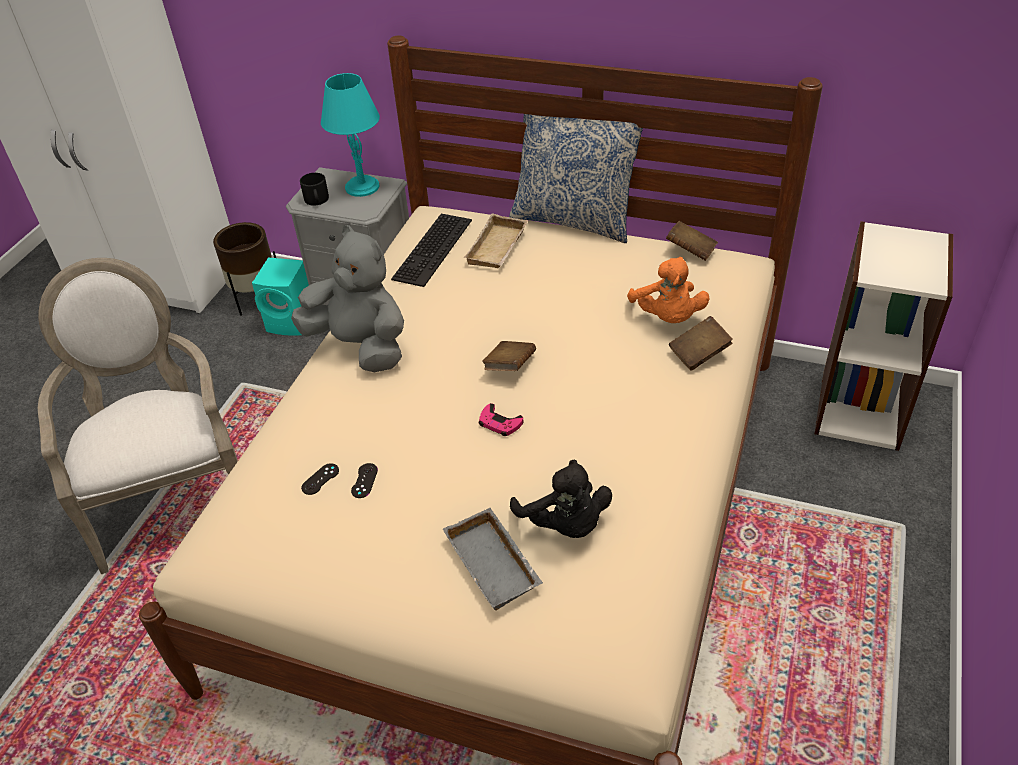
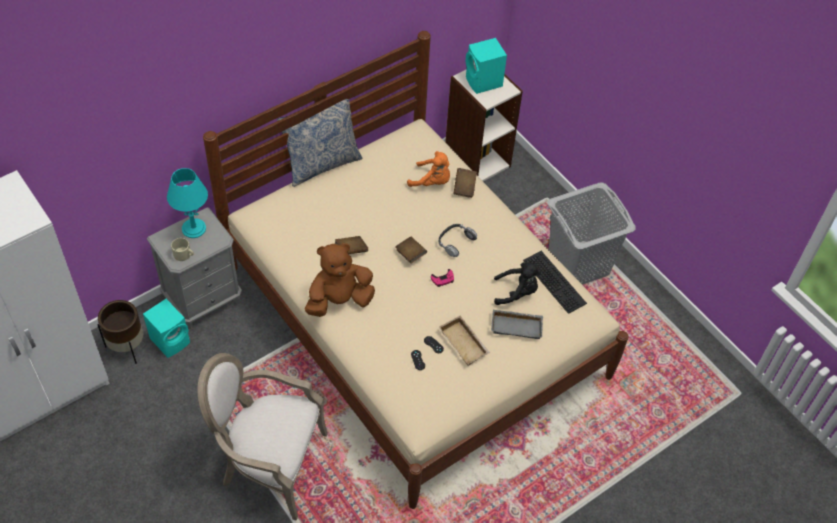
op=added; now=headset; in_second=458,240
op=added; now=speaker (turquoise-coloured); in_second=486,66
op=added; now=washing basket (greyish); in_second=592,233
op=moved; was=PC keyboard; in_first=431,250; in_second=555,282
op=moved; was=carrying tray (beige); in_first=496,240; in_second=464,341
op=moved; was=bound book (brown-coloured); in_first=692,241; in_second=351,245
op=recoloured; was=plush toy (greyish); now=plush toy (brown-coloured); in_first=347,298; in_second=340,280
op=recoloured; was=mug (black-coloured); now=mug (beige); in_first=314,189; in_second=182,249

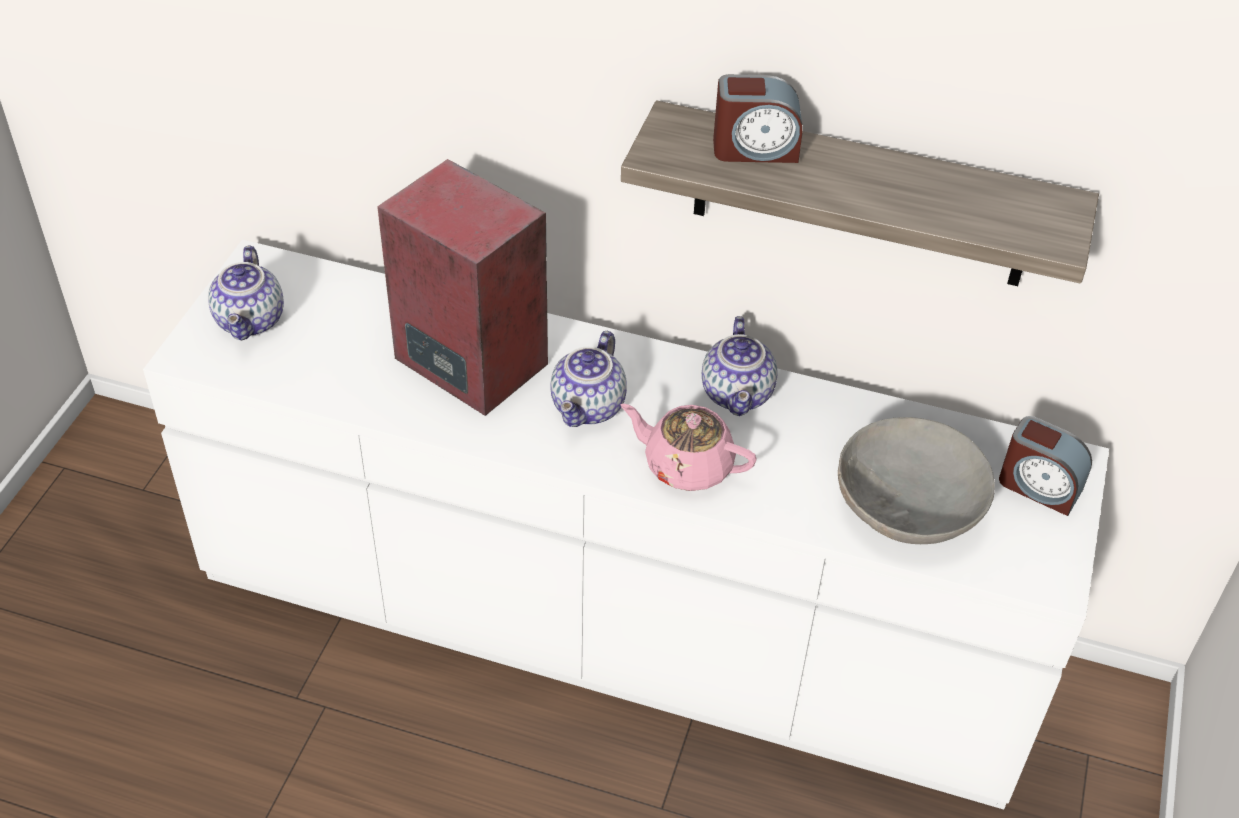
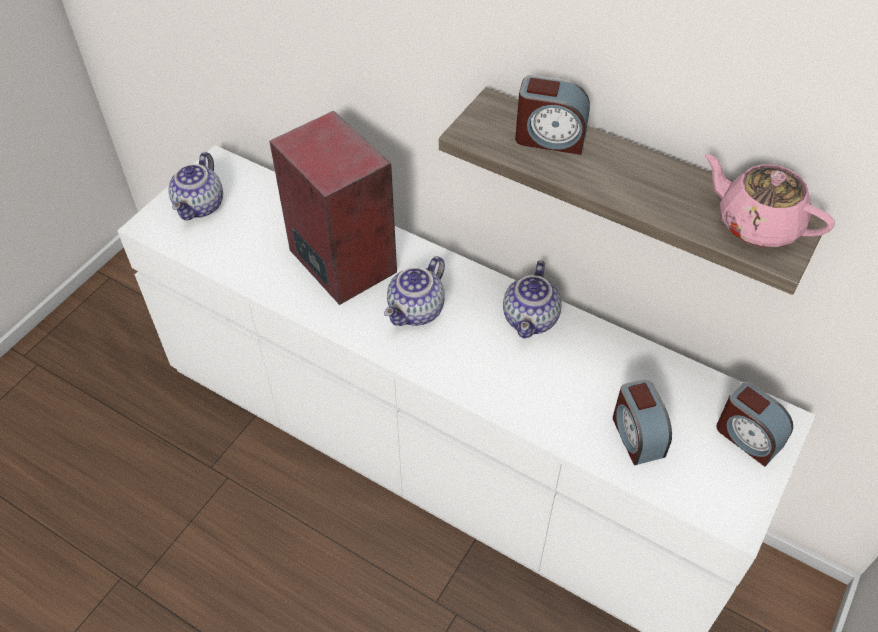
op=moved; was=teapot (pinkish); in_first=688,447; in_second=769,200
op=replaced; was=deep dish (greyish); now=table clock; in_first=916,480; in_second=642,422

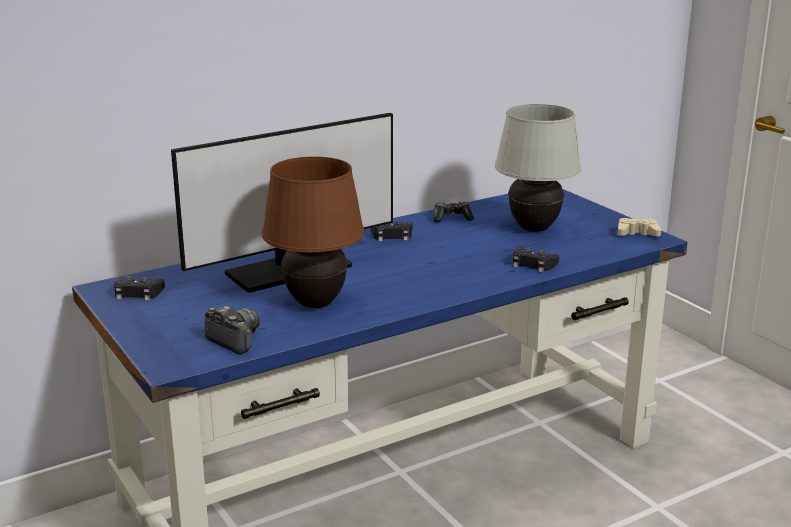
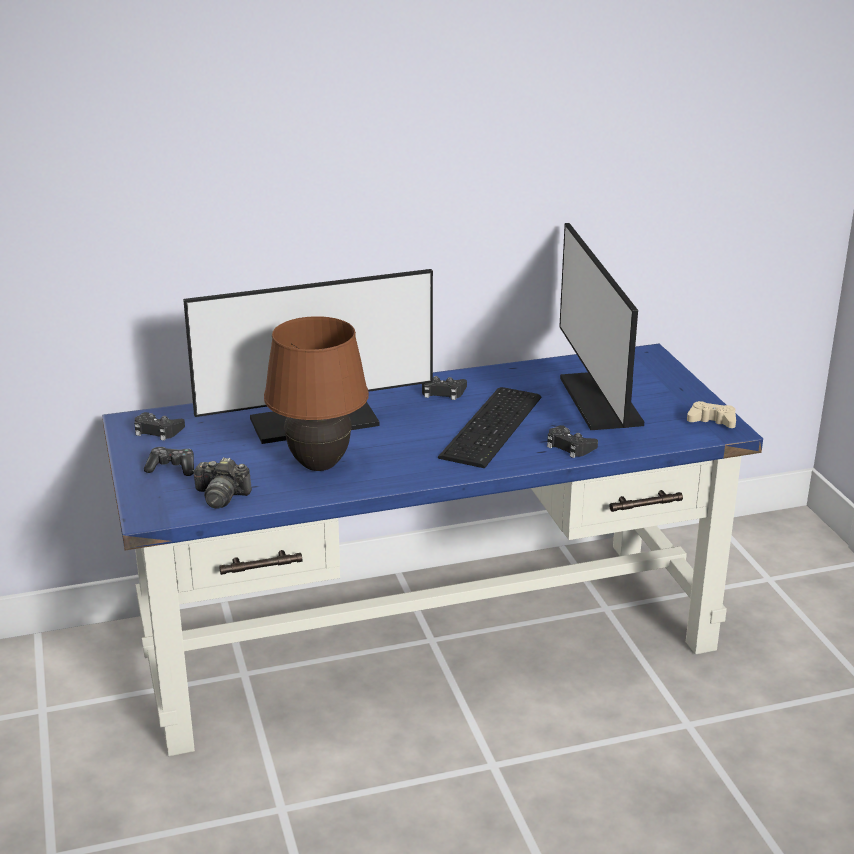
op=added; now=PC keyboard; in_second=489,427
op=moved; was=joypad; in_first=453,212; in_second=169,461
op=replaced; was=table lamp (whitish); now=computer display; in_first=538,168; in_second=601,326
op=turned; was=photo camera; in_first=232,330; in_second=222,482; clockwise=135

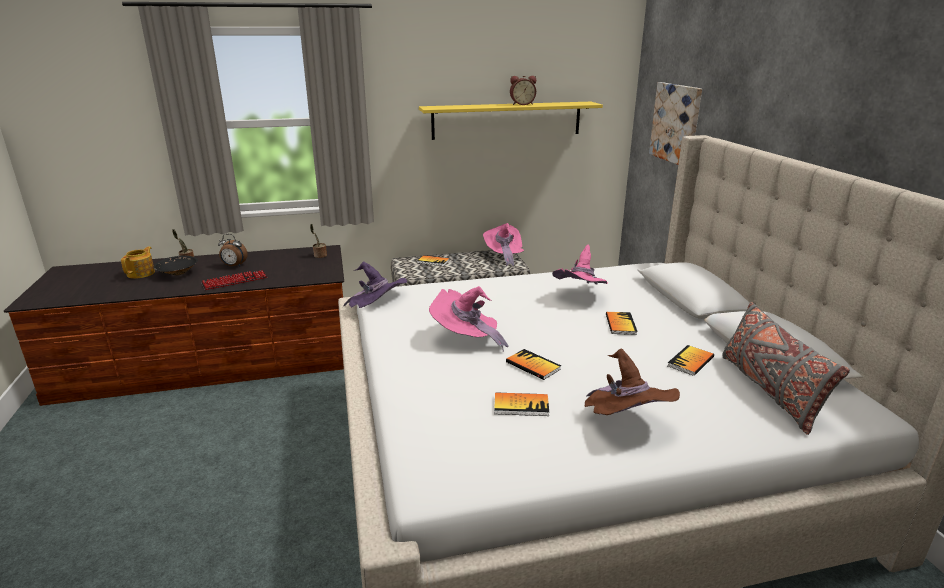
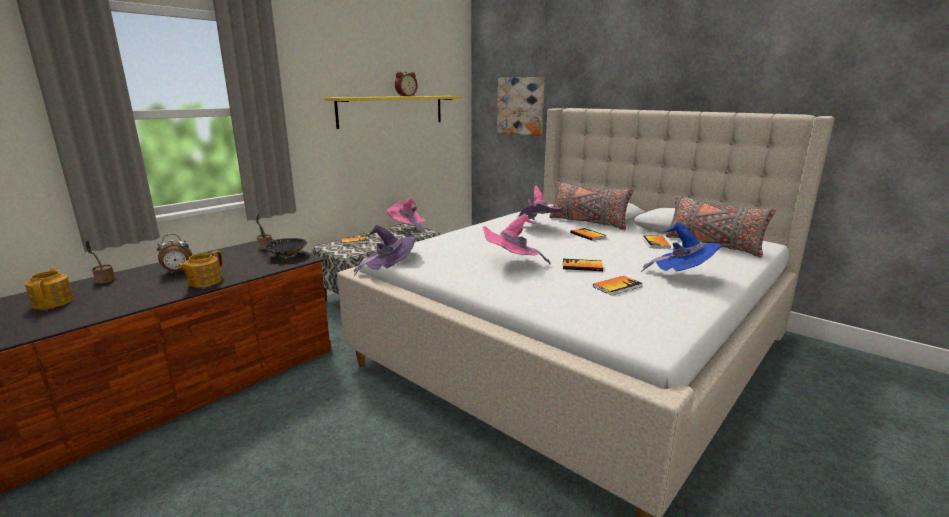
op=added; now=cushion (greyish); in_second=591,206
op=moved; was=deep dish (black-coloured); in_first=175,266; in_second=285,247
op=replaced; was=PC keyboard; now=teapot; in_first=234,280; in_second=200,269
op=recoloured; was=wearable hat (brown-coloured); now=wearable hat (blue); in_first=632,382; in_second=682,247

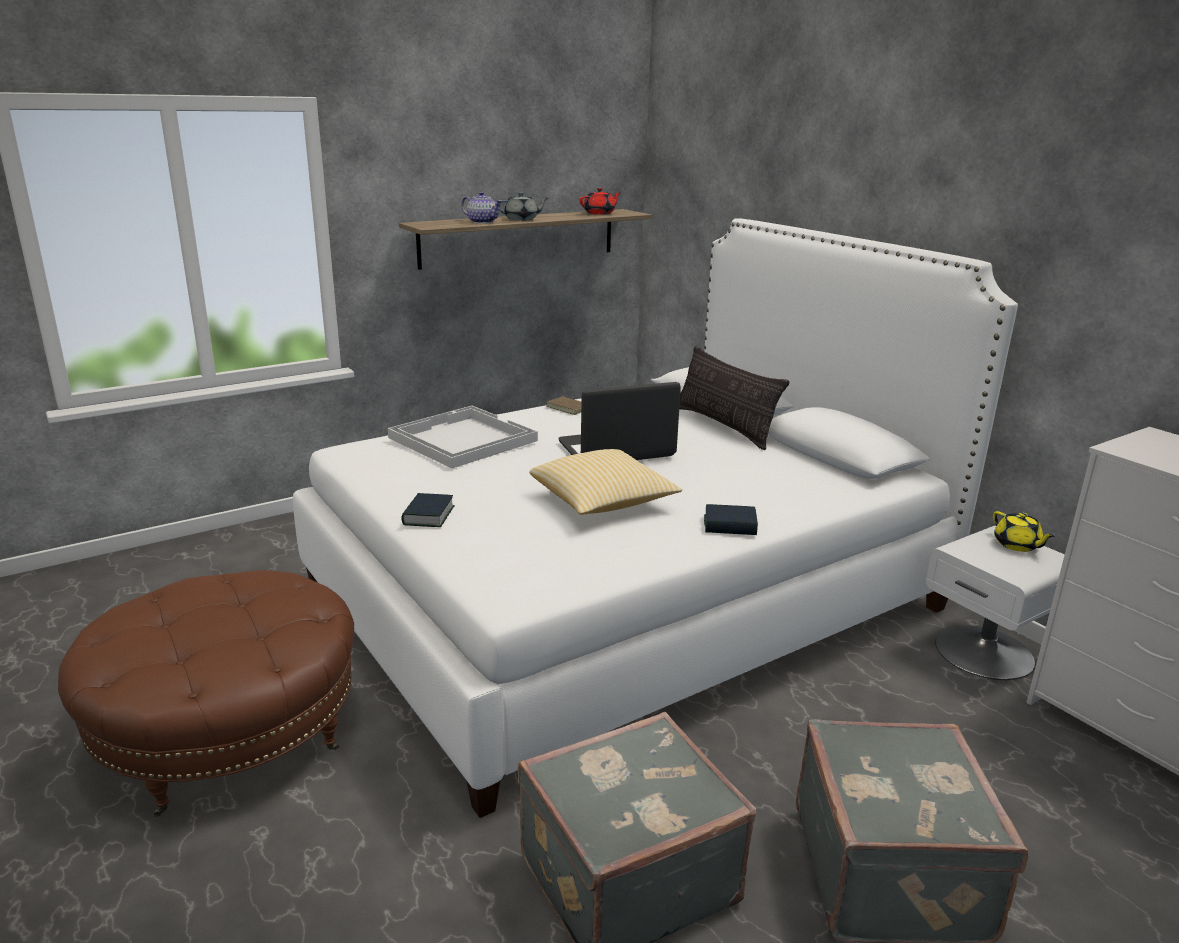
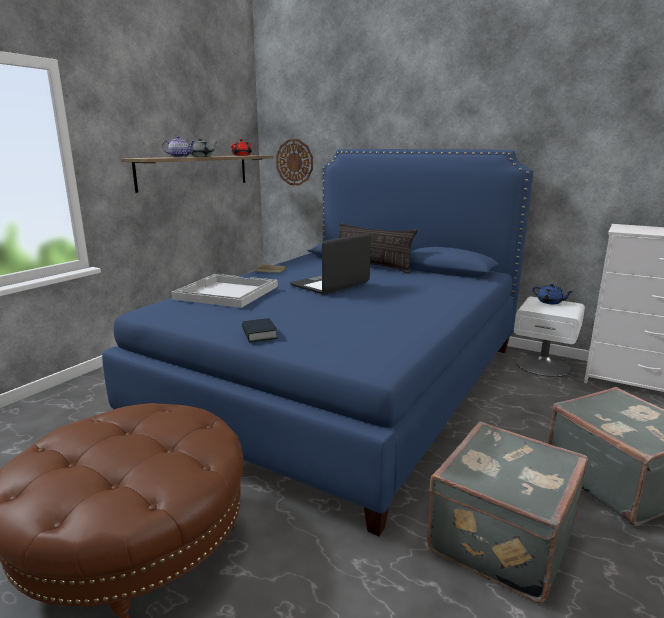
op=removed; was=cushion; in_first=606,482
op=removed; was=bound book; in_first=731,519
op=added; now=wall clock; in_second=294,162
op=recoloured; was=sleeping bed (whitish); now=sleeping bed (blue); in_first=655,518; in_second=317,342
op=recoloured; was=teapot (yellowish); now=teapot (blue); in_first=1024,531; in_second=553,294

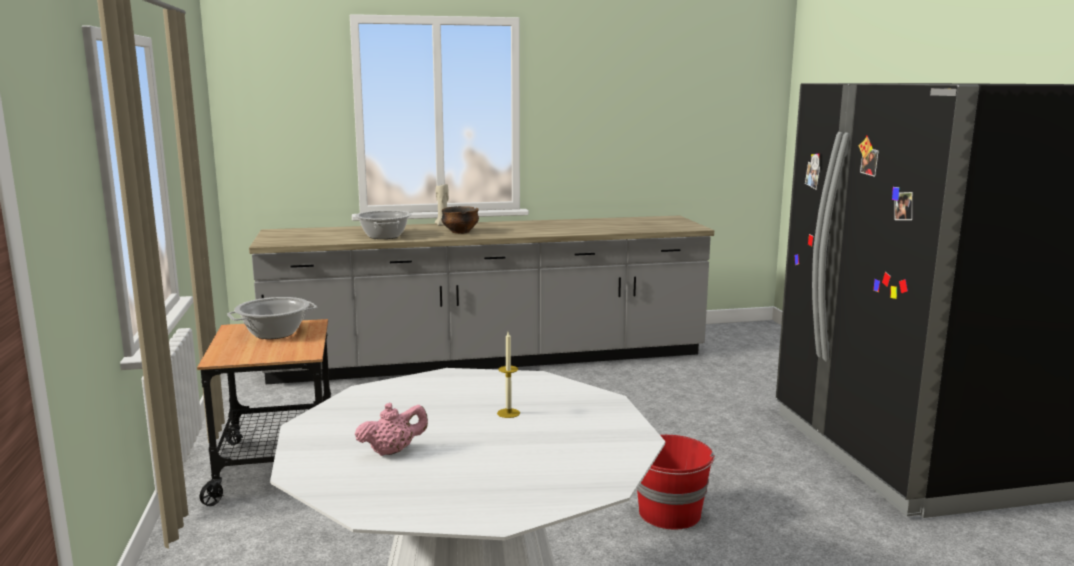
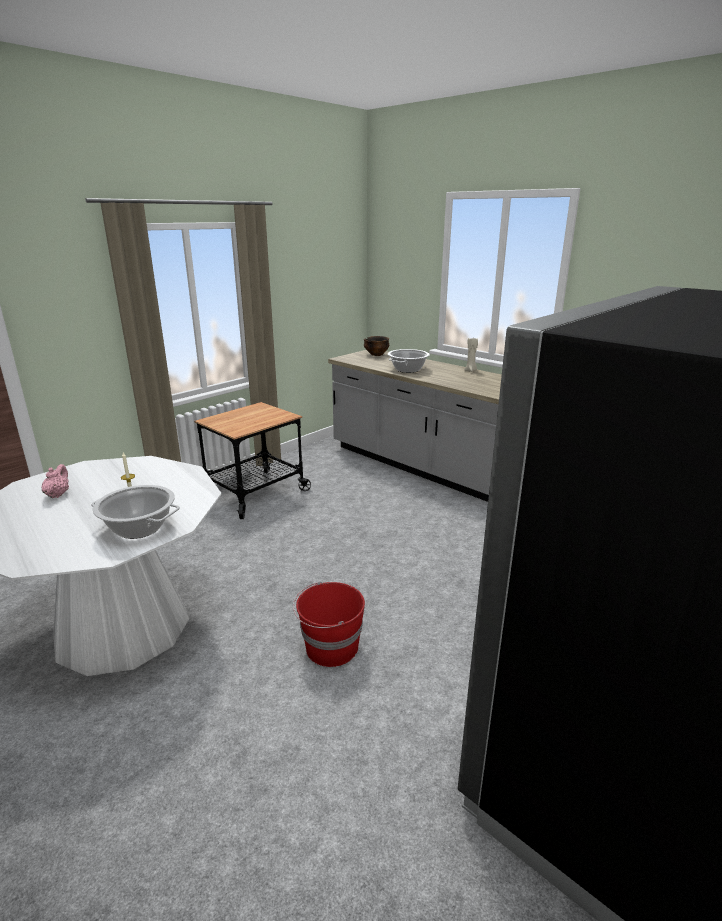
op=moved; was=stockpot; in_first=272,318; in_second=135,512
op=moved; was=deep dish; in_first=460,220; in_second=376,346
op=turned; was=teapot (pinkish); in_first=391,429; in_second=55,481; clockwise=-120

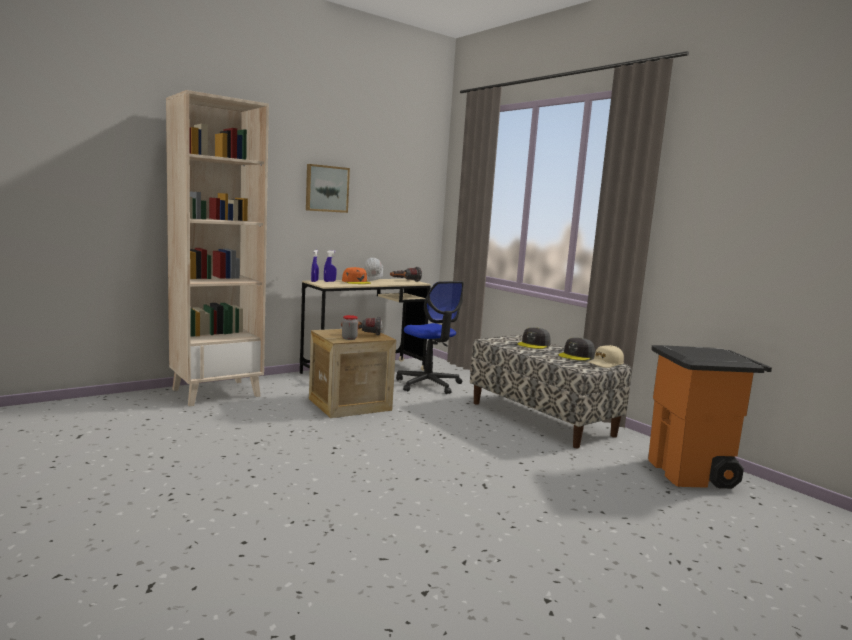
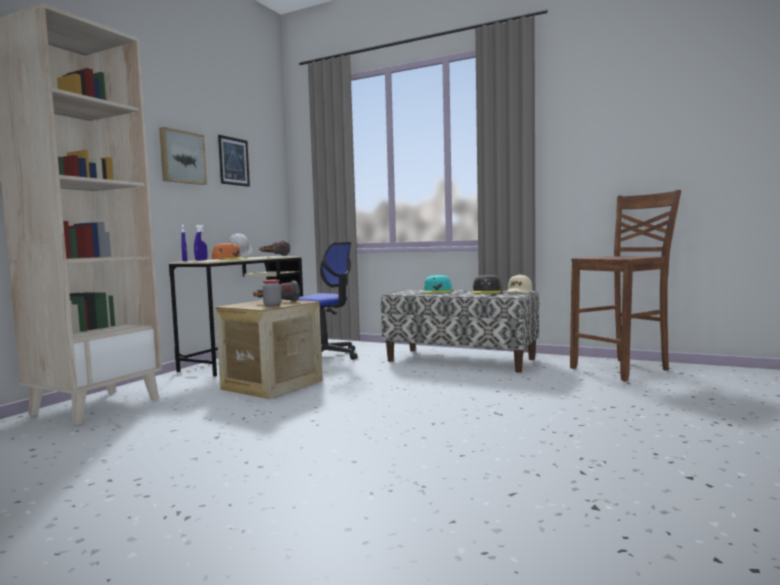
op=added; now=wall picture; in_second=234,161
op=replaced; was=waste bin (orange-coloured); now=stool (brown-coloured); in_first=710,417; in_second=625,285
op=recoloured; was=baseball cap (greyish); now=baseball cap (turquoise-coloured); in_first=534,338; in_second=438,284

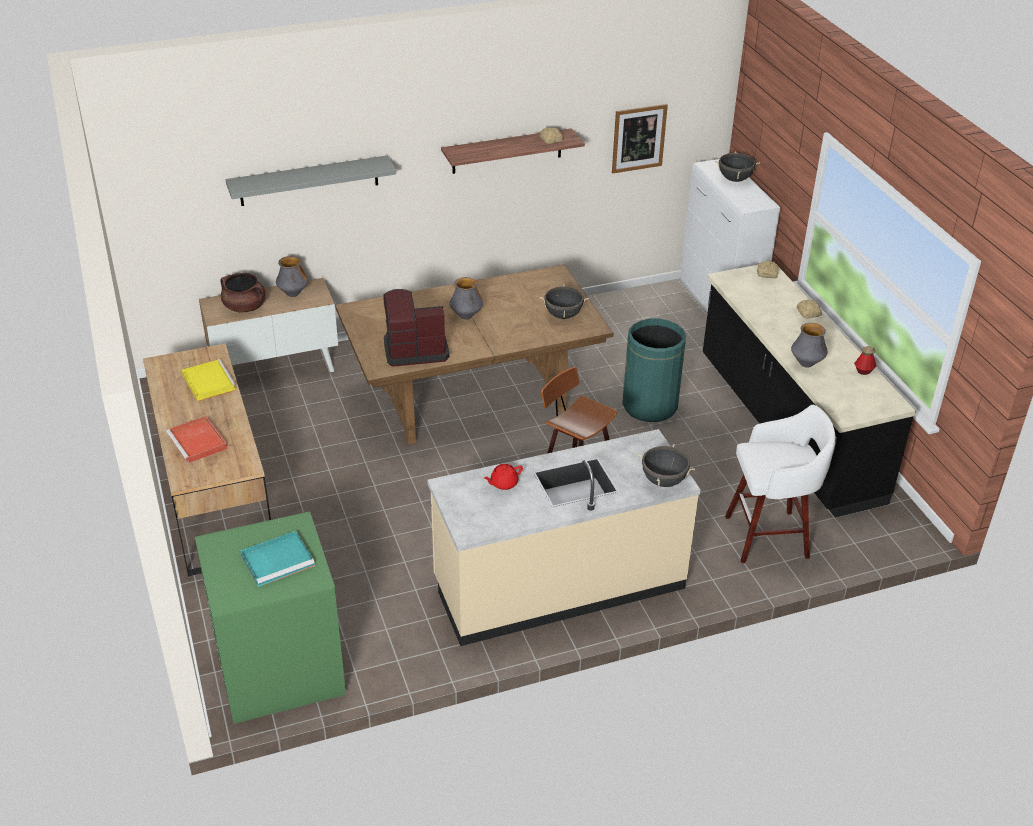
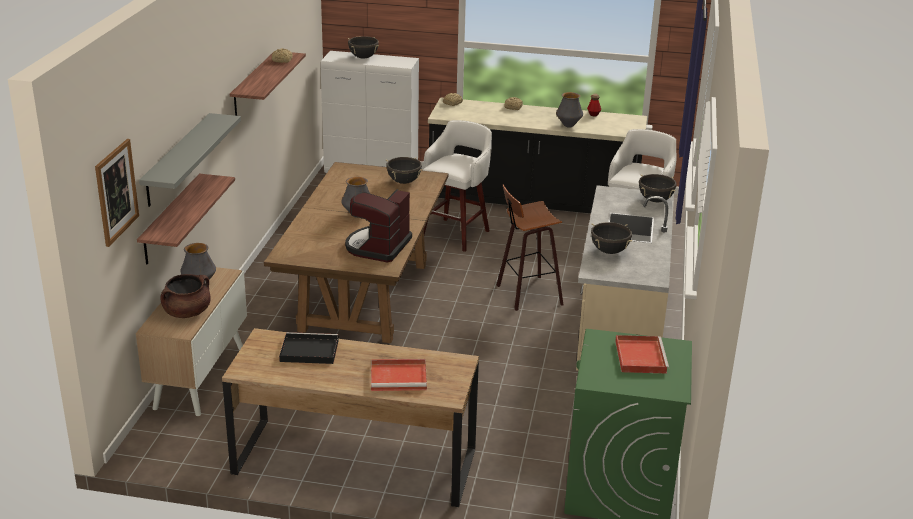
op=added; now=wall shelf; in_second=186,219
op=moved; was=wall picture; in_first=640,138; in_second=117,193
op=replaced; was=teapot (red); now=stockpot (black-coloured); in_first=503,477; in_second=611,238
op=replaced; was=waste bin (greenish); now=stool (whitish); in_first=654,370; in_second=457,186
op=recoloured; was=carrying tray (yellowish); now=carrying tray (black-coloured); in_first=209,380; in_second=309,348
op=recoloured; was=carrying tray (turquoise-coloured); now=carrying tray (red); in_first=277,559; in_second=642,354

